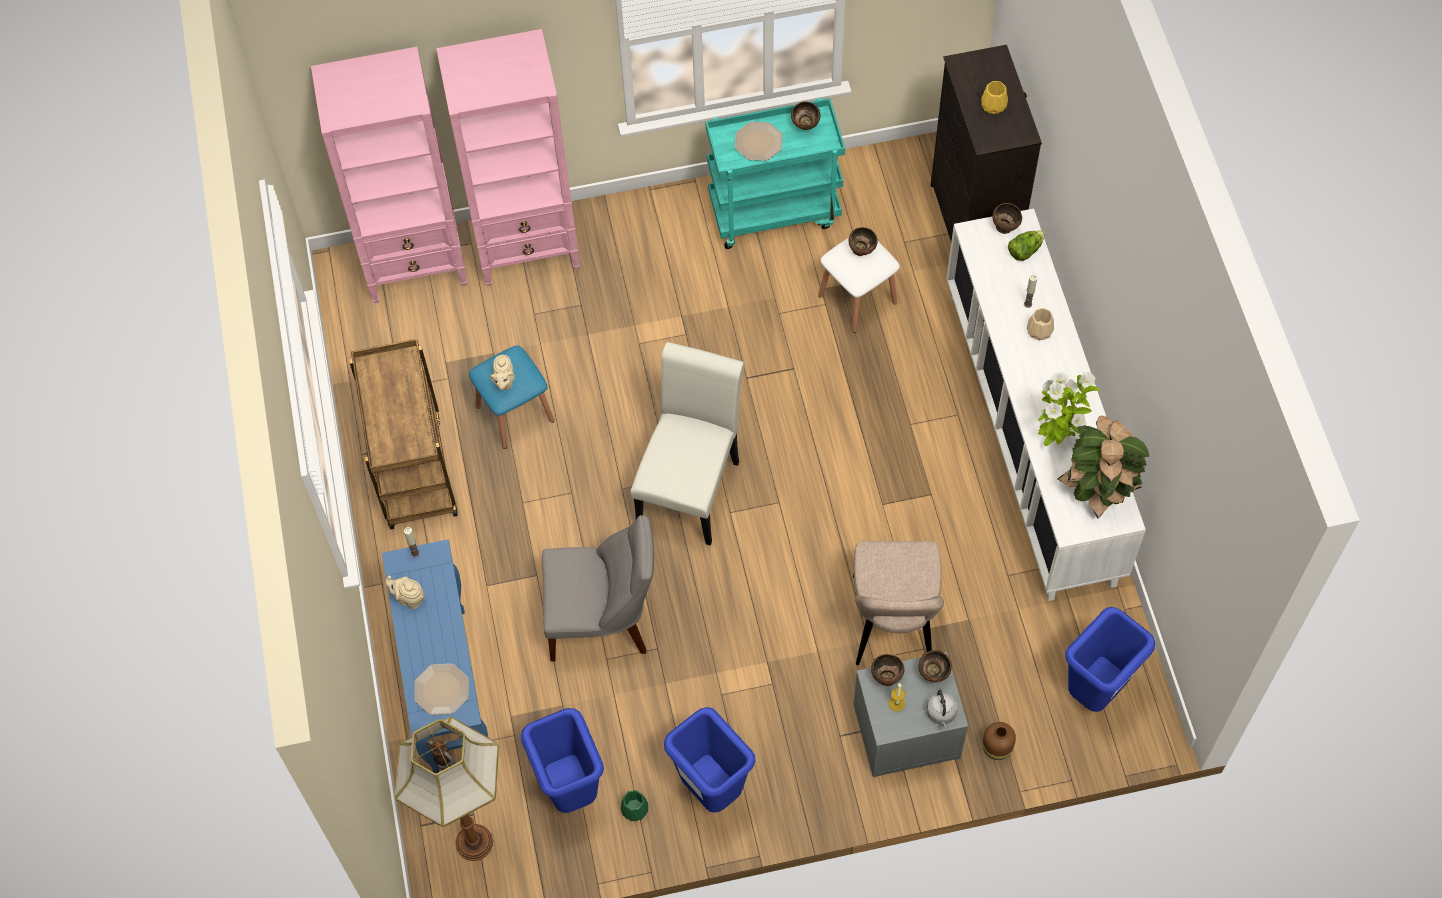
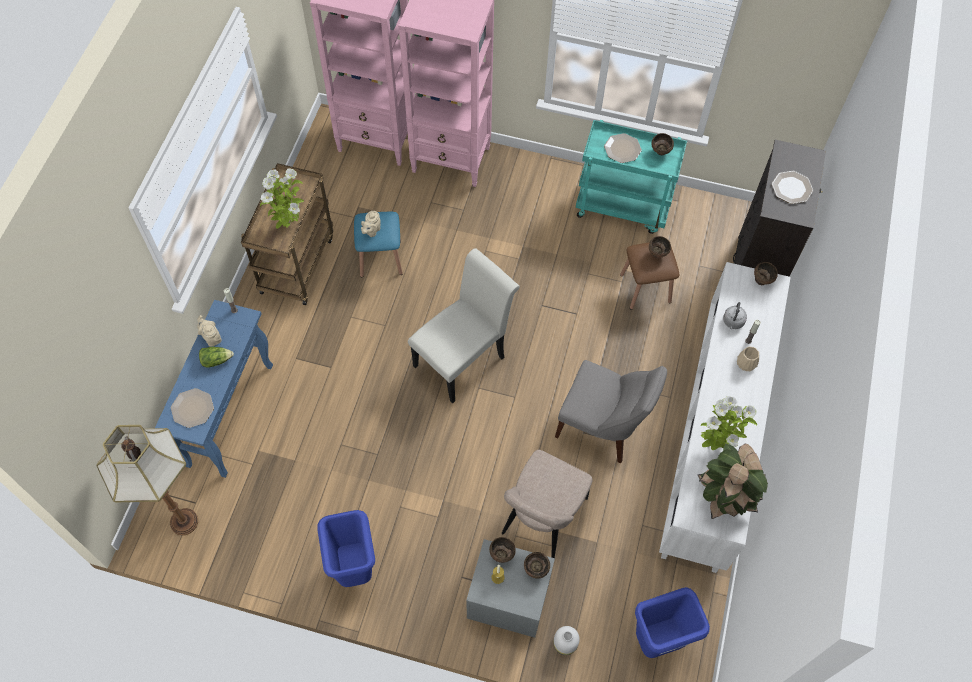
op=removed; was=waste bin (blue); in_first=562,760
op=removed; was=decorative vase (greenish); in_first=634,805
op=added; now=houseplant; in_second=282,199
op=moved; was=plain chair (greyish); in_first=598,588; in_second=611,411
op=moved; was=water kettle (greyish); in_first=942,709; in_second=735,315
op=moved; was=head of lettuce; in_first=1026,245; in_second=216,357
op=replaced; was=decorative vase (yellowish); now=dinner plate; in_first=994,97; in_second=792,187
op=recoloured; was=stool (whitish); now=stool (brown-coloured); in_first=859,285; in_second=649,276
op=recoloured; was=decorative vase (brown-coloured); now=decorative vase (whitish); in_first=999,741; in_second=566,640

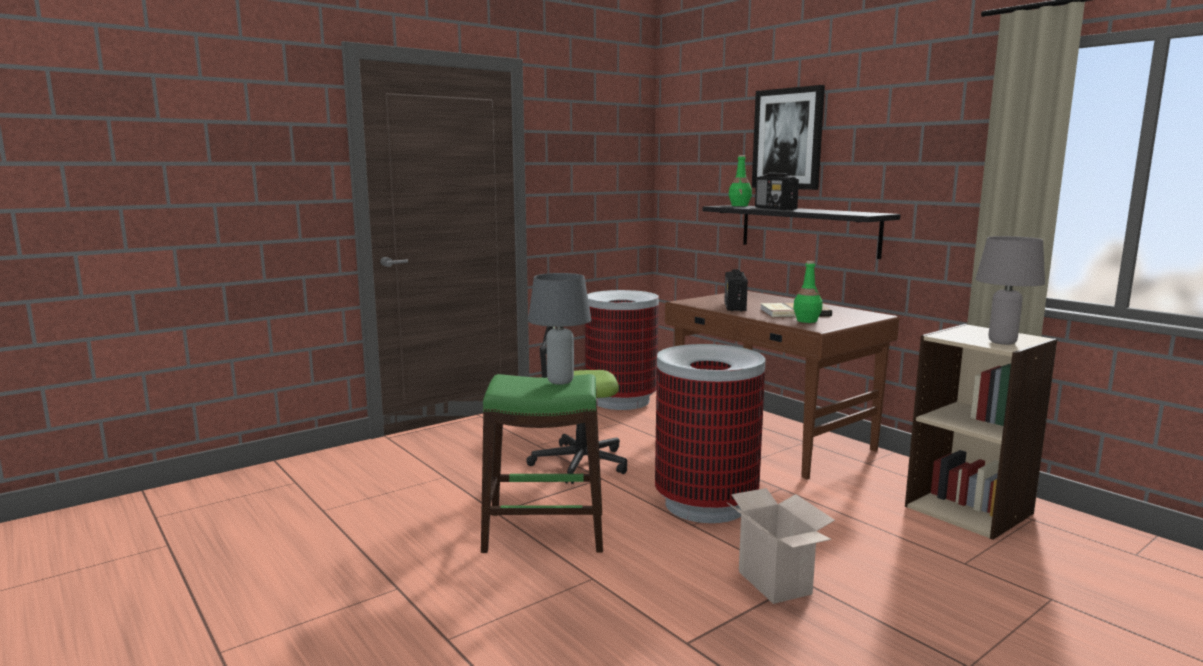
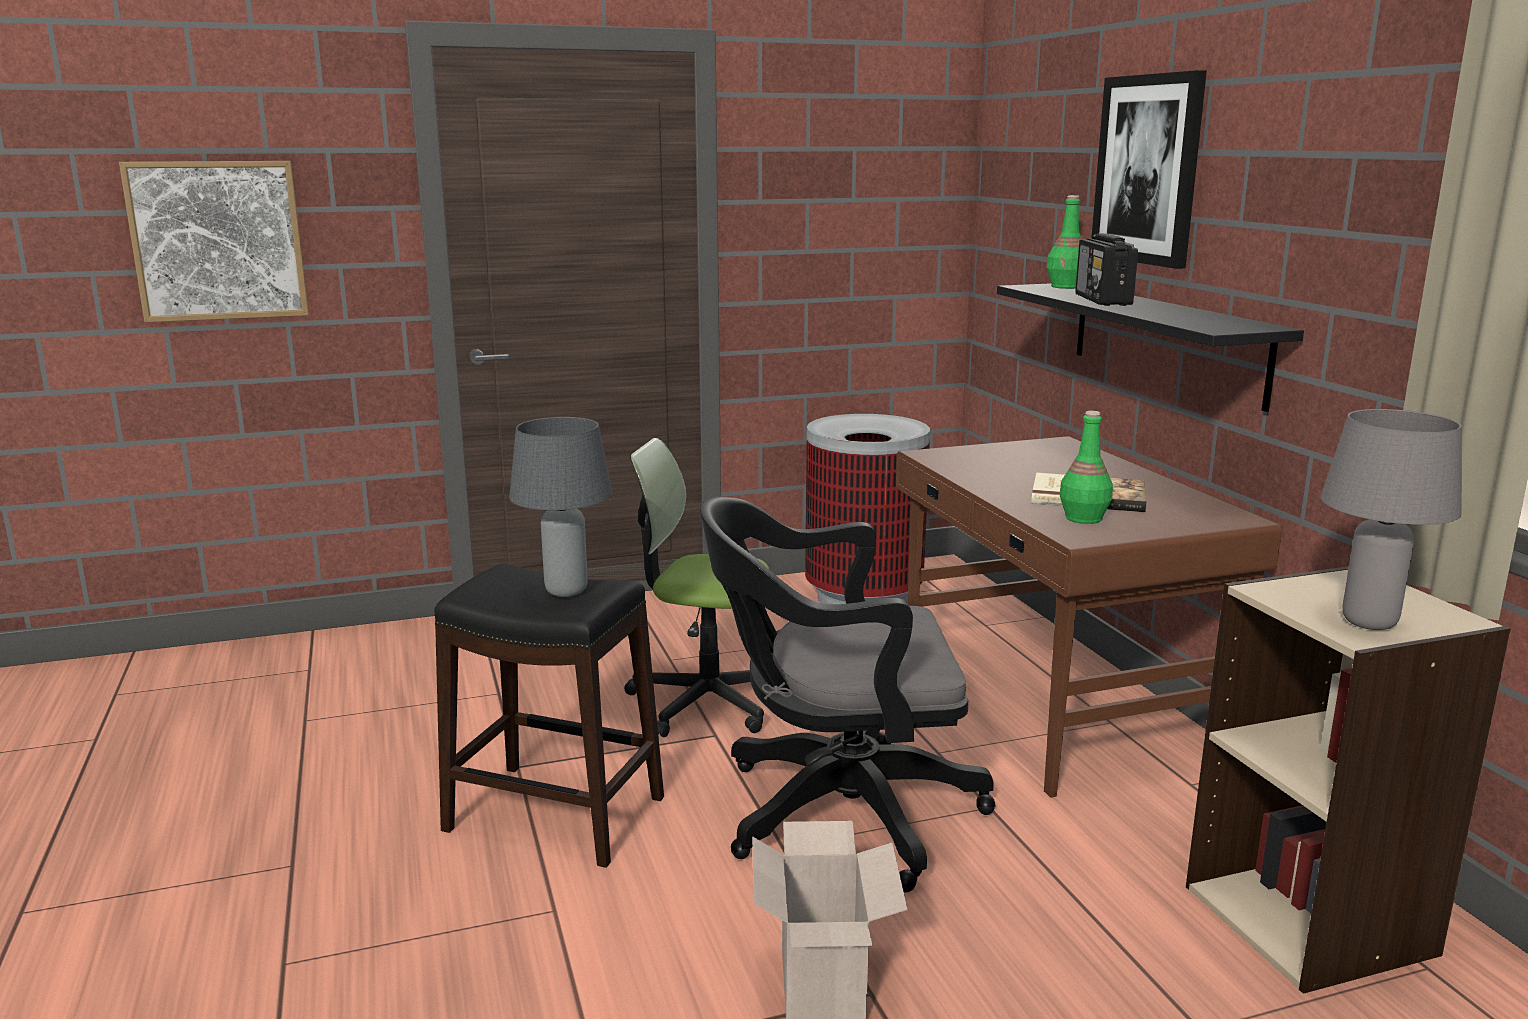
op=removed; was=radio receiver; in_first=736,290
op=added; now=wall picture; in_second=214,241
op=replaced; was=waste bin; now=office chair (black-coloured); in_first=710,433; in_second=848,694
op=recoloured; was=stool (greenish); now=stool (black-coloured); in_first=542,463; in_second=549,715

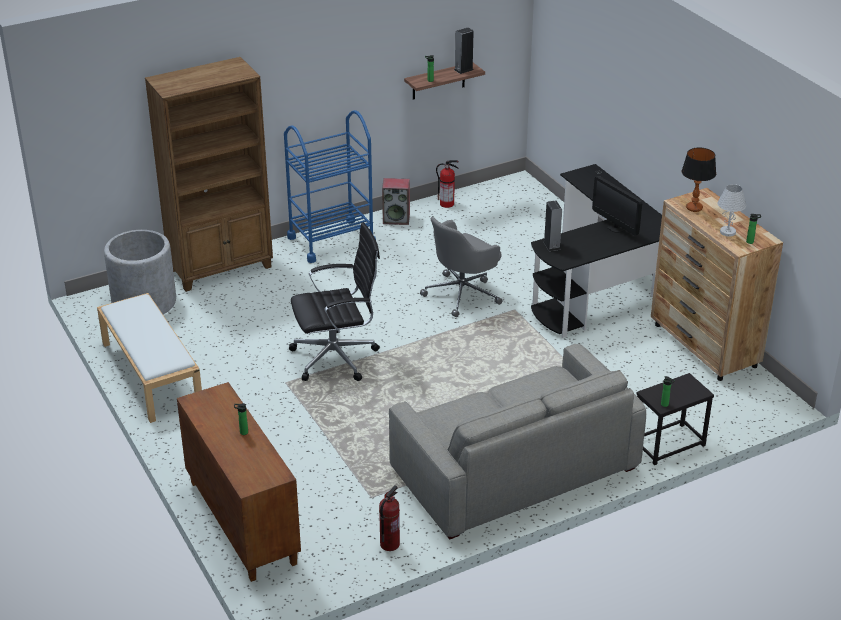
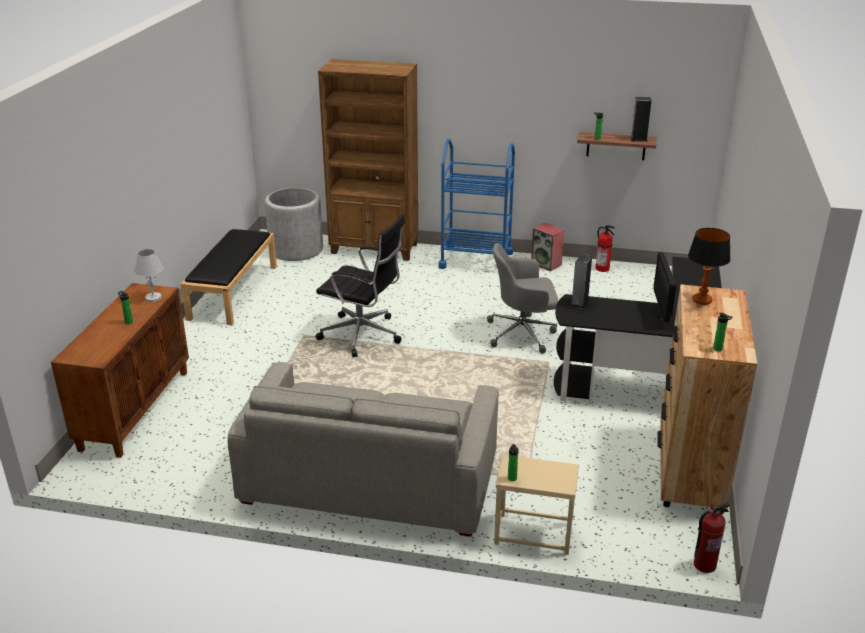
op=moved; was=fire-fighting cylinder; in_first=389,518; in_second=712,537
op=moved; was=table lamp (whitish); in_first=732,210; in_second=149,275
op=recoloured; was=indoor bench (whitish); now=indoor bench (black-coloured); in_first=149,358; in_second=228,277
op=recoloured; was=end table (black-coloured); now=end table (beige); in_first=675,419; in_second=536,505

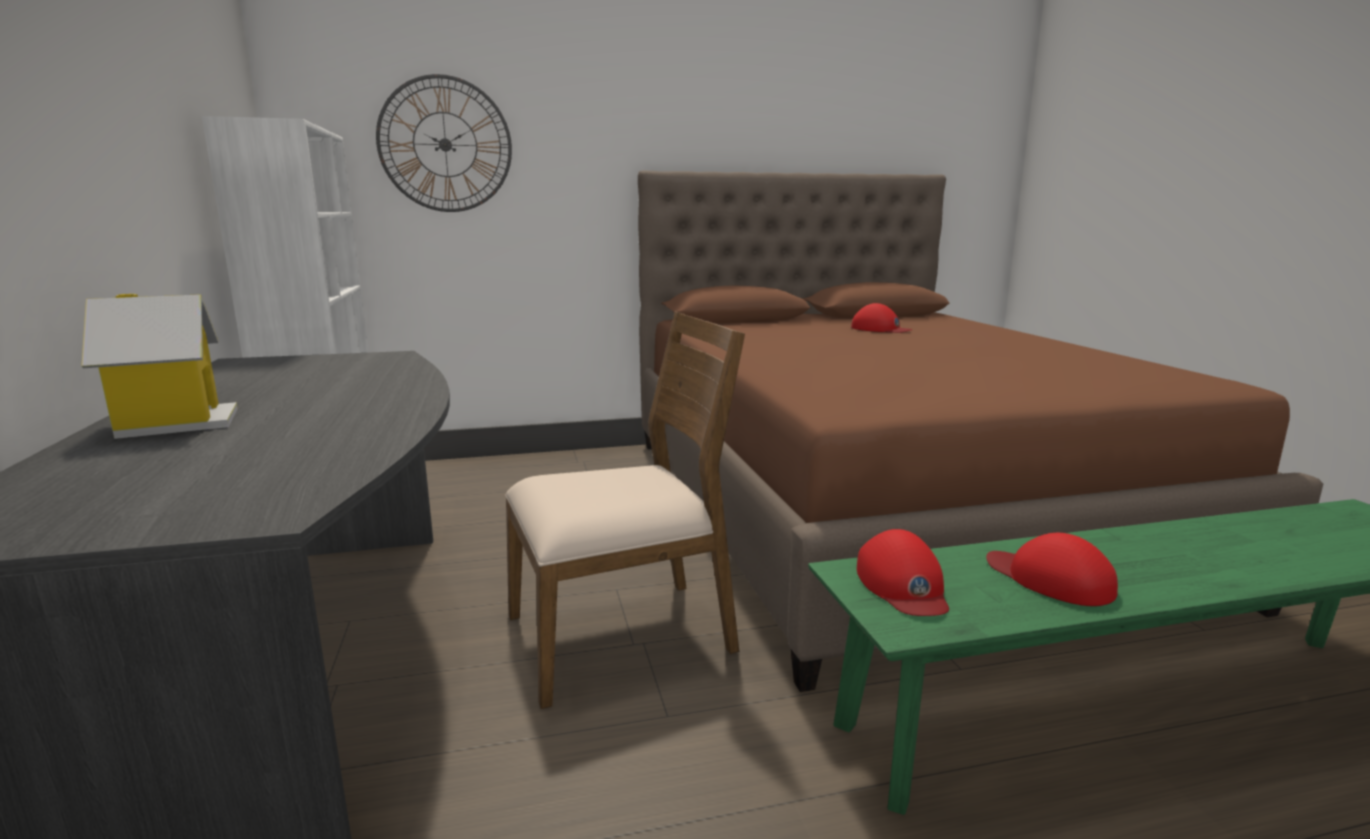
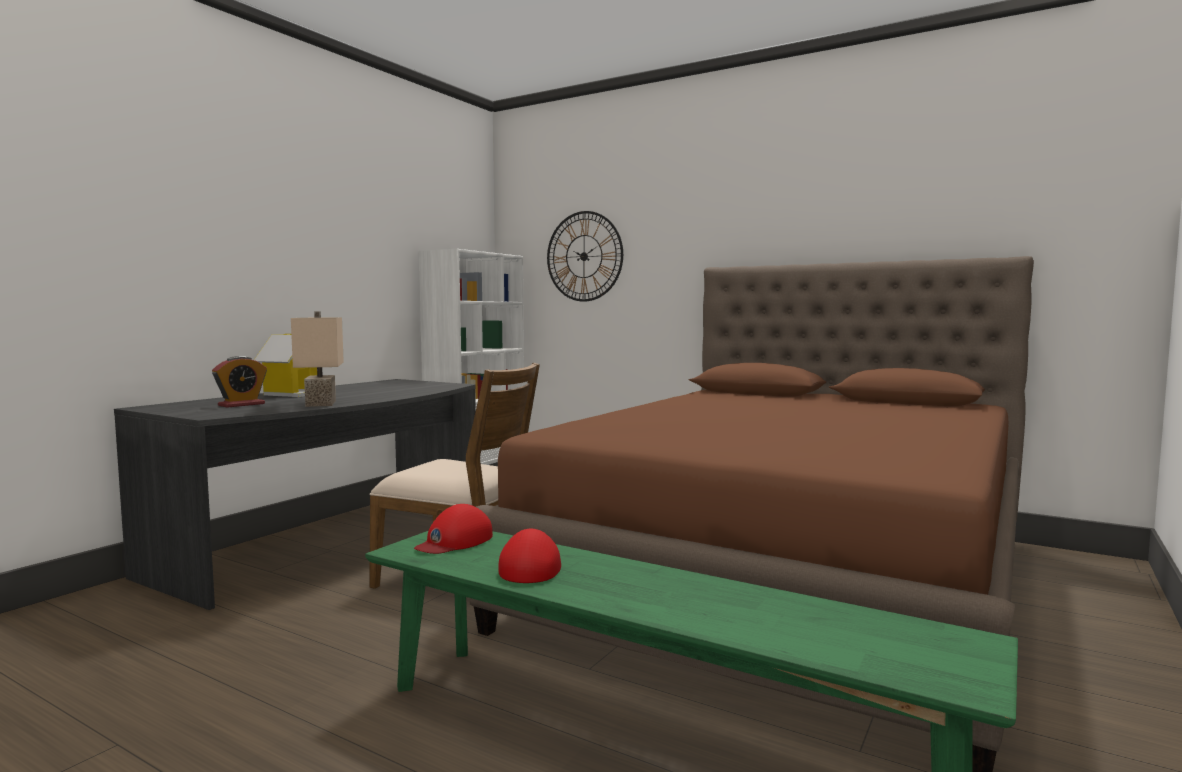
op=removed; was=baseball cap (red); in_first=882,318
op=added; now=table clock; in_second=239,382
op=added; now=table lamp (beige); in_second=317,359

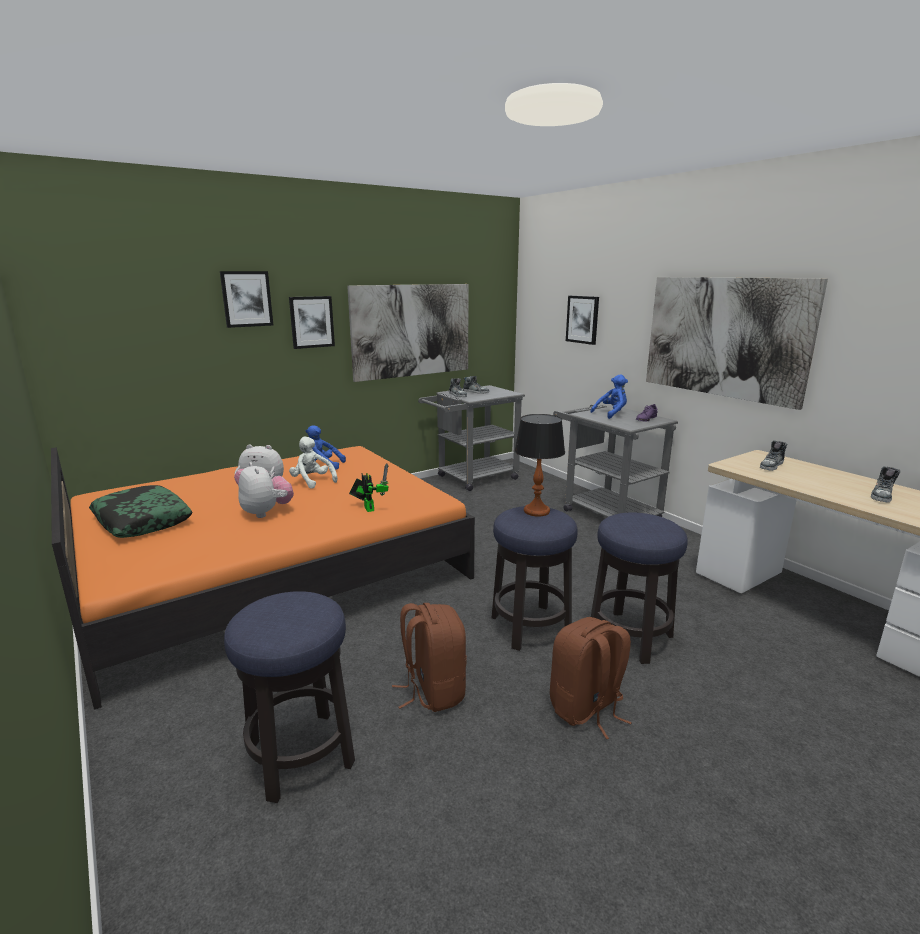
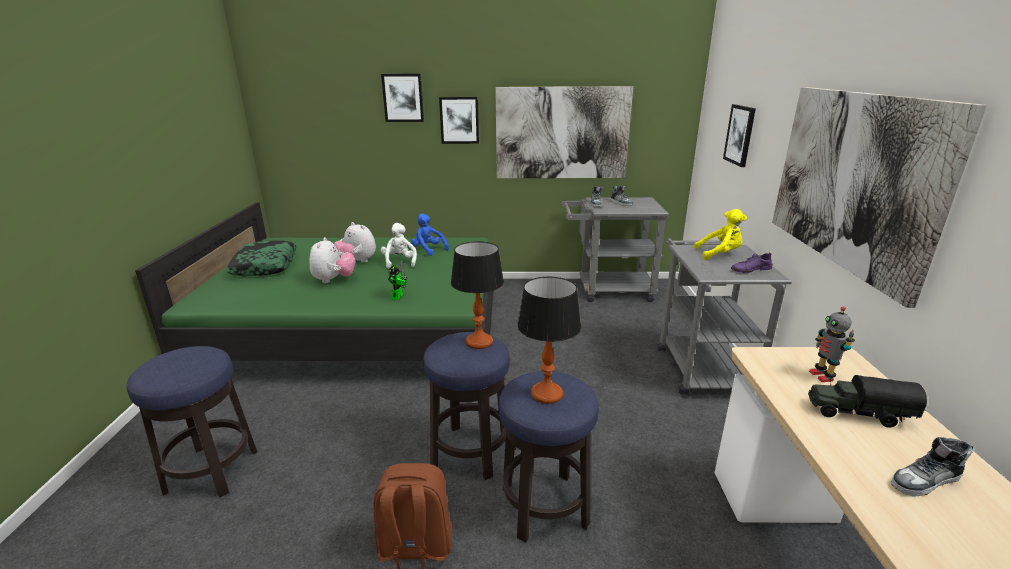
op=removed; was=backpack (brown-coloured); in_first=429,657
op=added; now=table lamp; in_second=549,340
op=added; now=toy truck; in_second=867,401
op=replaced; was=low shoe; now=model robot; in_first=773,455; in_second=832,344
op=recoloured; was=sleeping bed (orange-coloured); now=sleeping bed (greenish); in_first=263,578; in_second=314,281
op=recoloured; was=plush toy (blue); now=plush toy (yellowish); in_first=609,397; in_second=720,234

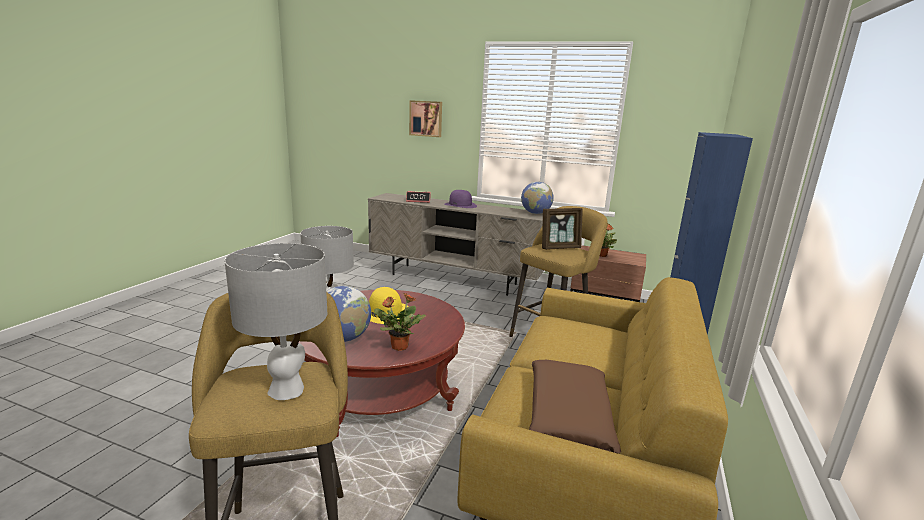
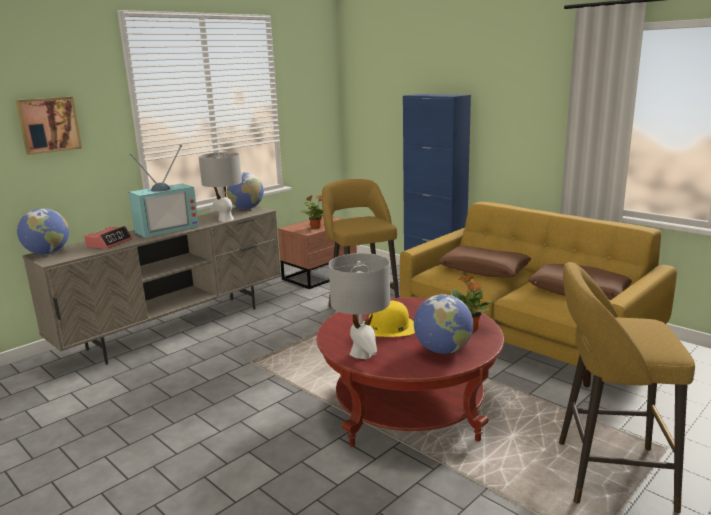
op=removed; was=standing frame; in_first=562,229
op=added; now=world globe; in_second=43,231
op=added; now=cushion (brown-coloured); in_second=484,262
op=moved; was=table lamp (greyish); in_first=275,321; in_second=220,187
op=replaced; was=wearable hat (purple-coloured); now=TV set; in_first=460,199; in_second=164,191

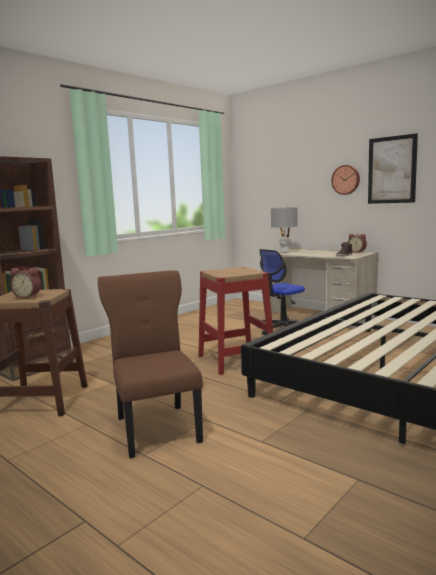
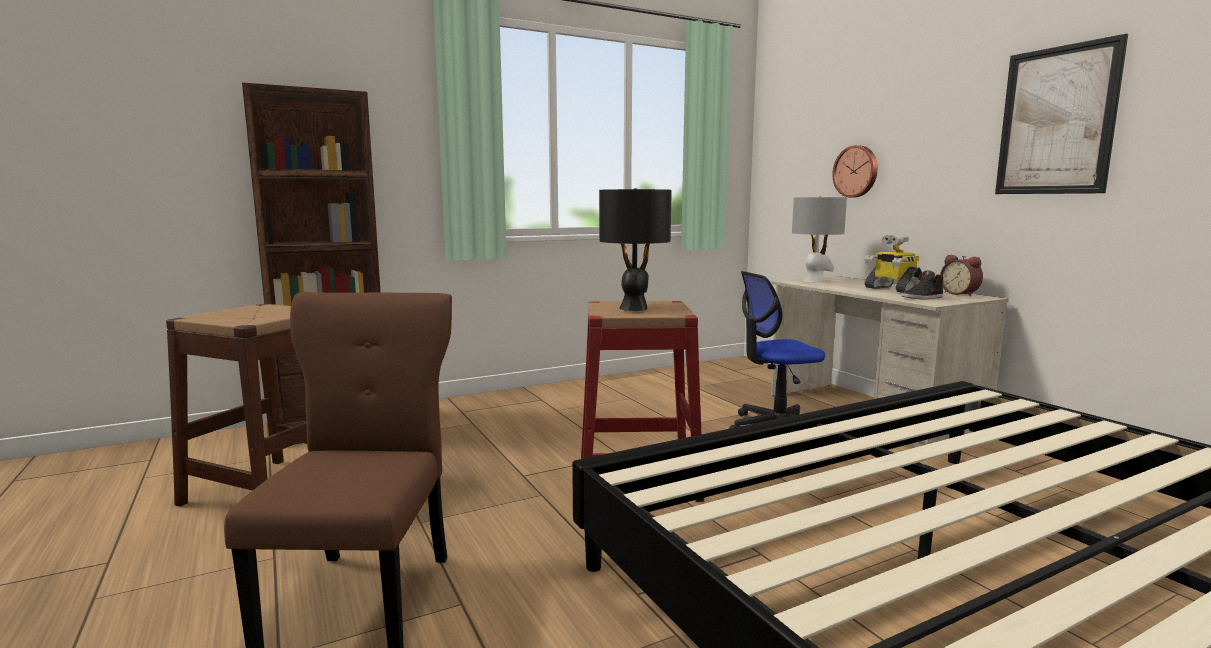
op=removed; was=table clock; in_first=25,283
op=added; now=table lamp (black-coloured); in_second=635,249
op=added; now=model robot; in_second=893,264
op=moved; was=wall clock; in_first=345,180; in_second=855,171

